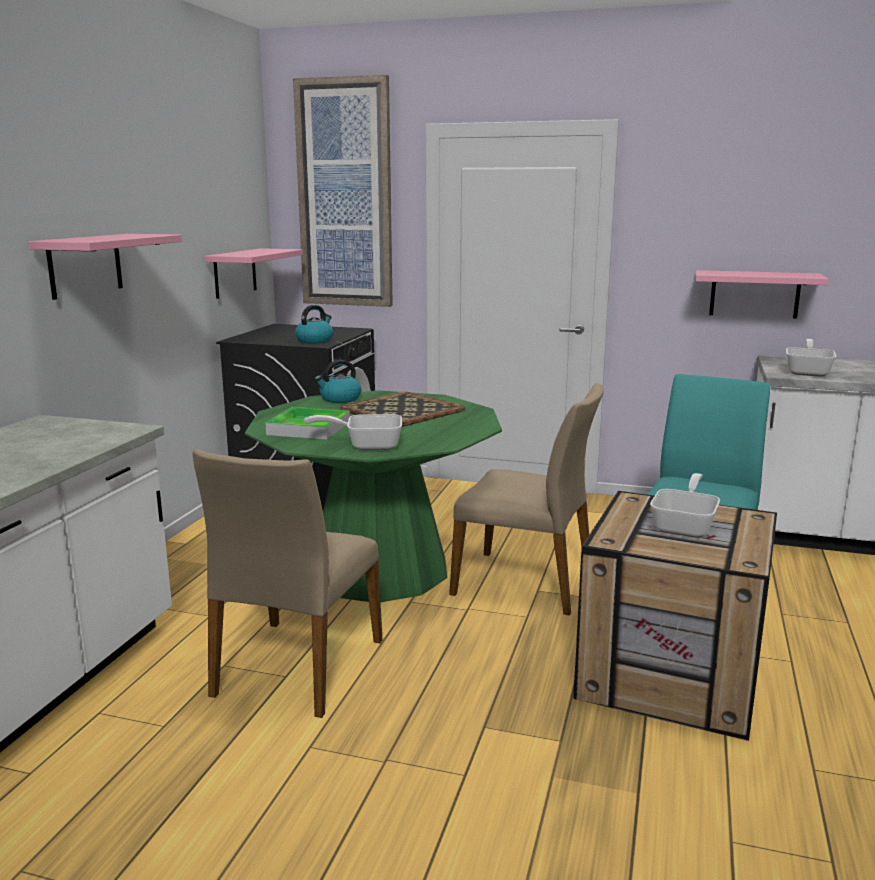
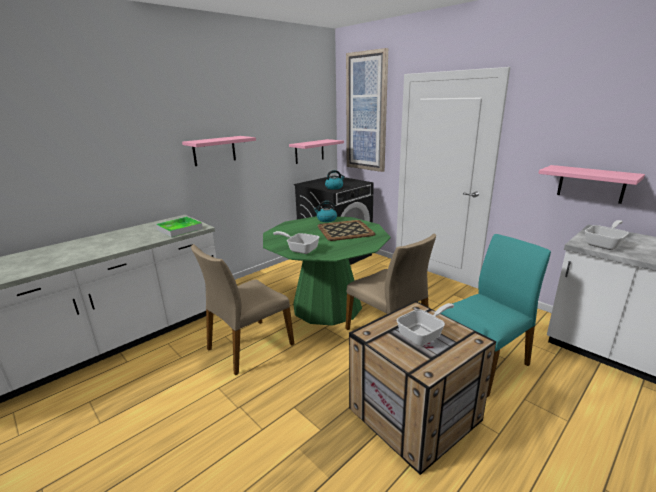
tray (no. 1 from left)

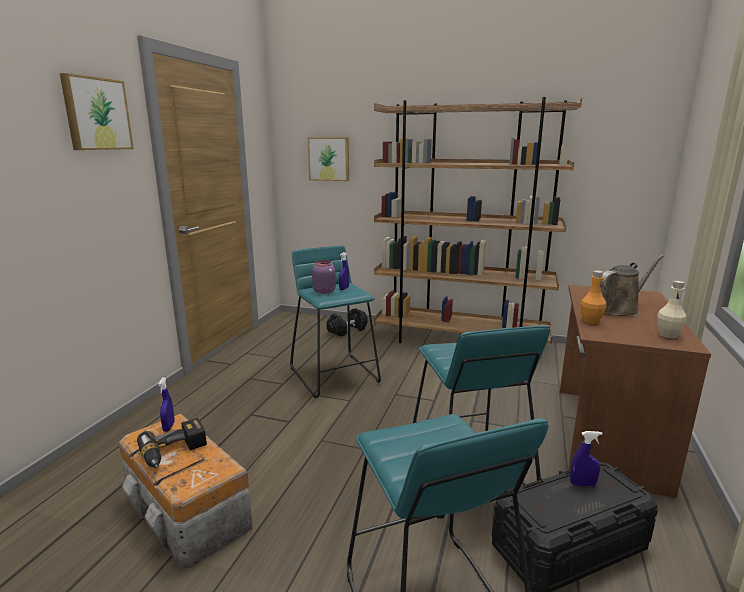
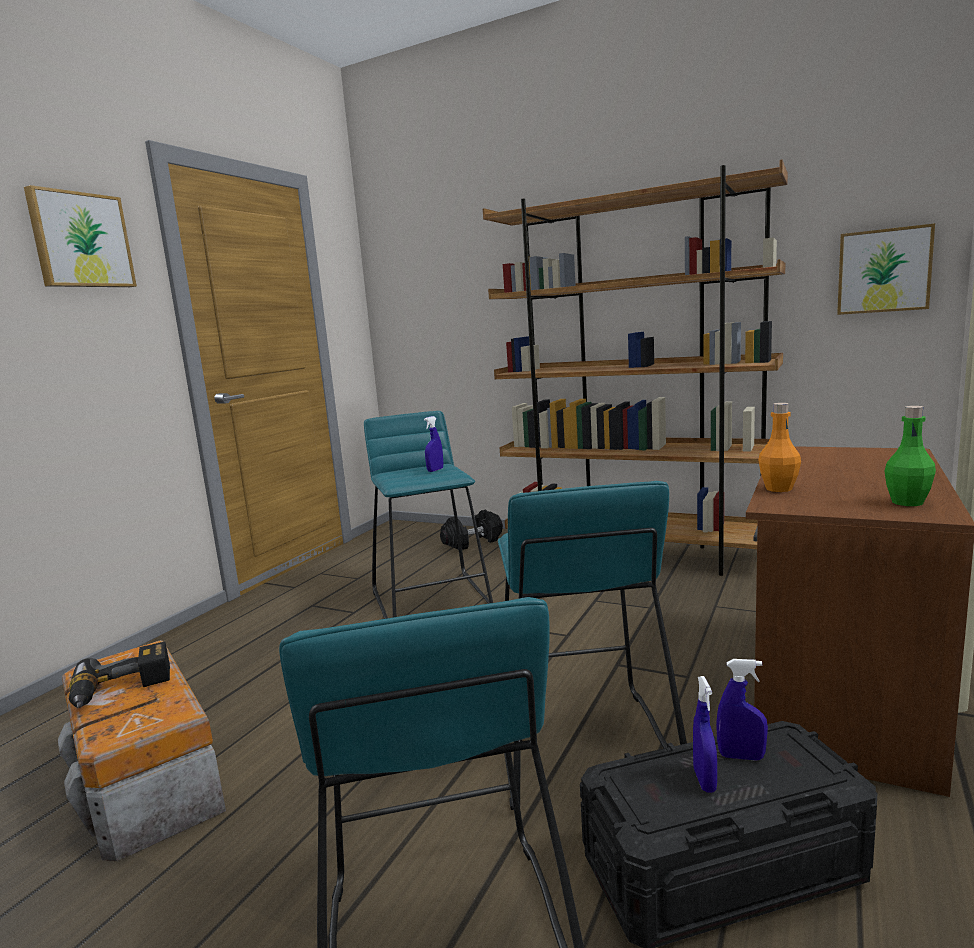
purple jar
brown watering can
blue spray bottle (no. 2 from left)
picture (no. 2 from left)
green bottle

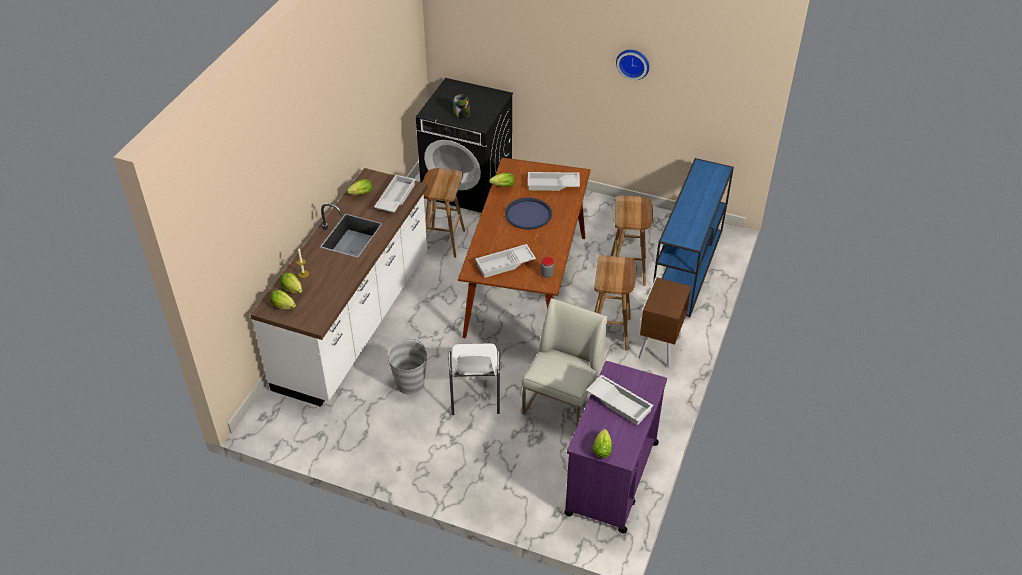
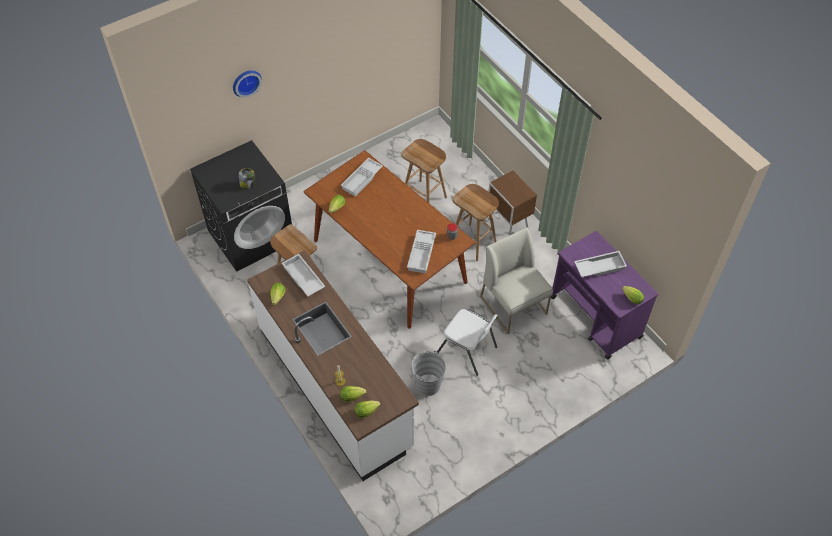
blue tray
blue console table
wall clock

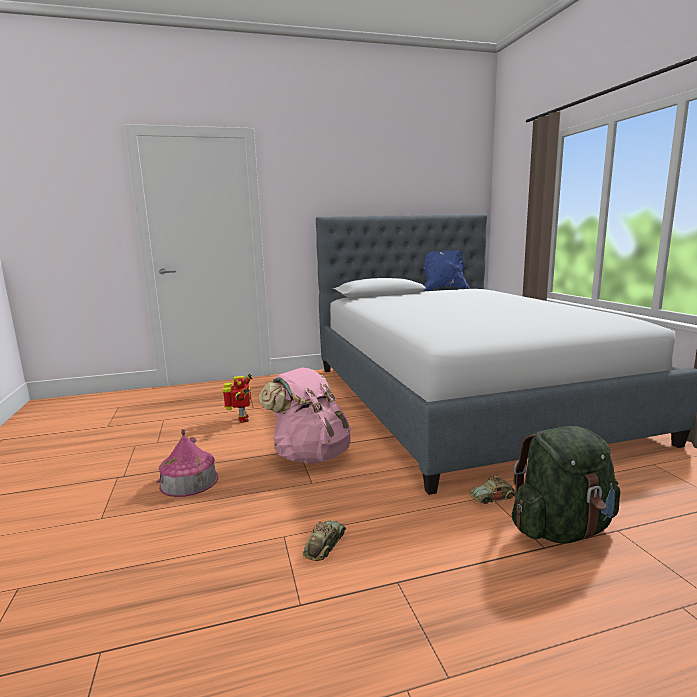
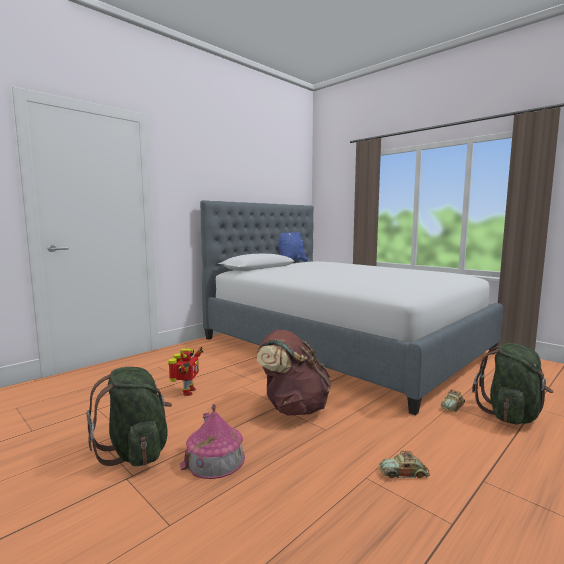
green backpack (no. 1 from left)
brown backpack
toy robot
toy car (no. 1 from left)

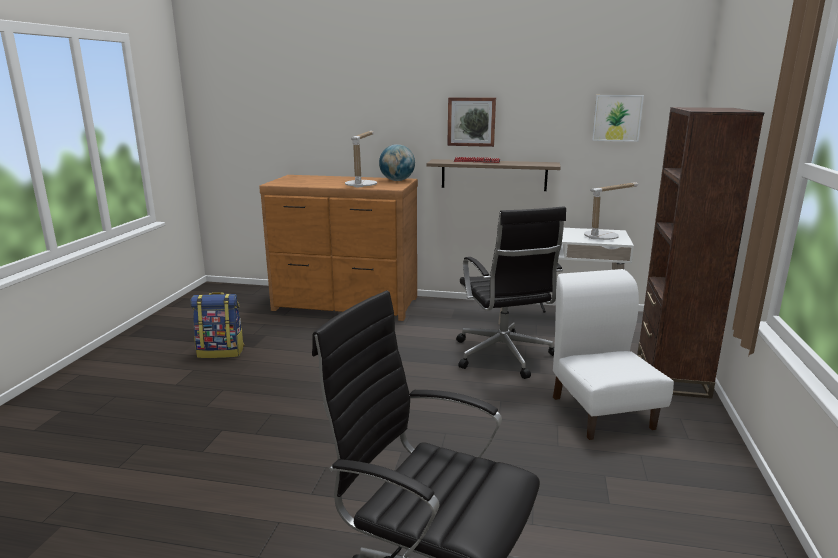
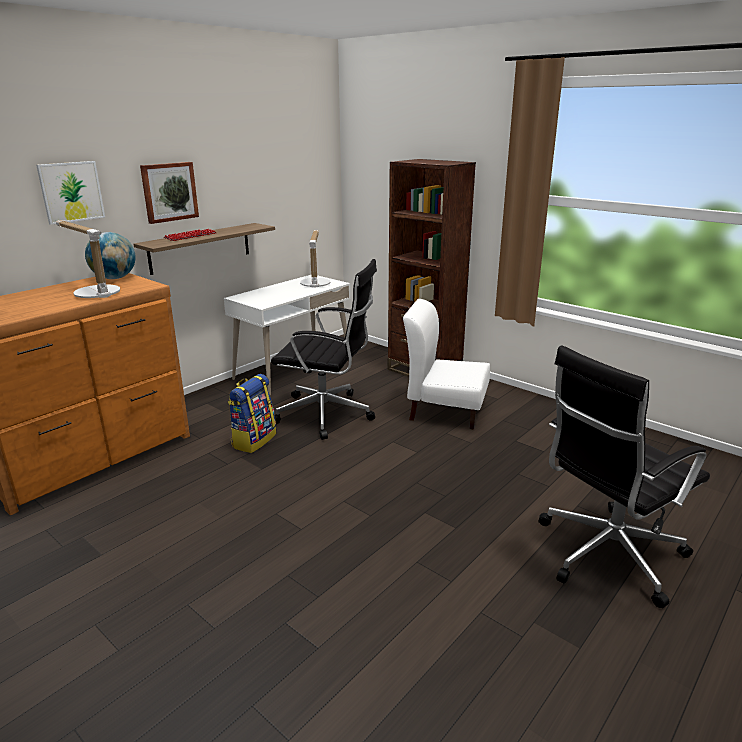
backpack
picture (no. 1 from left)

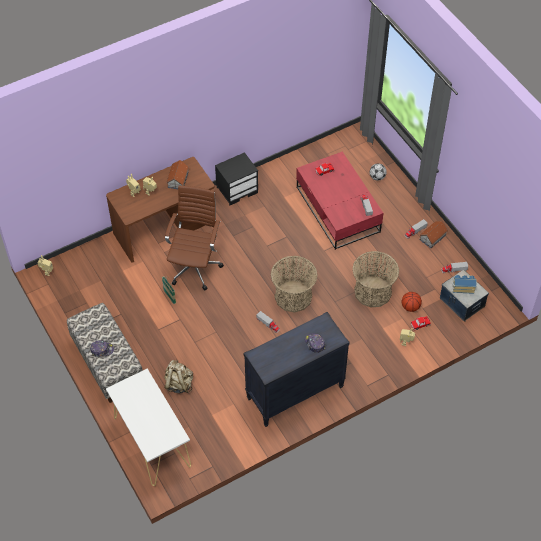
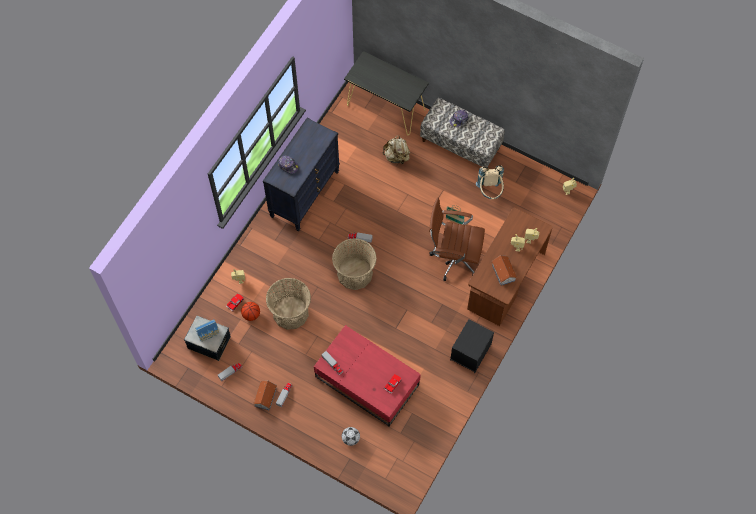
beige backpack (no. 2 from left)
black console table
brown office chair

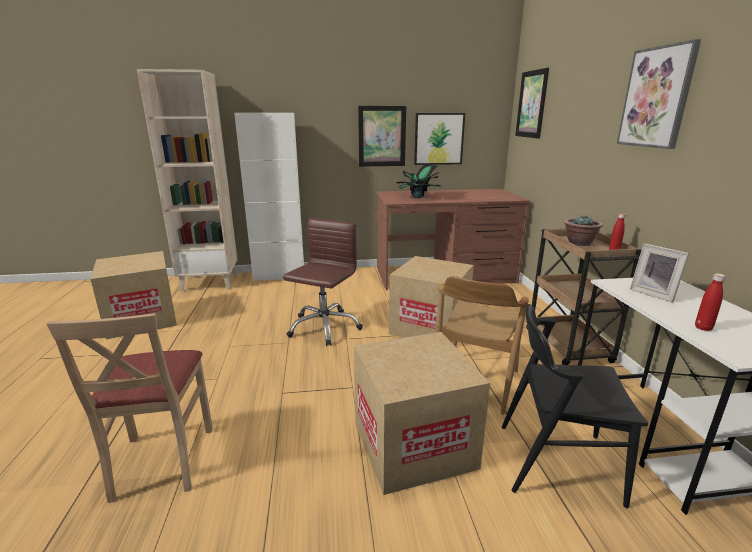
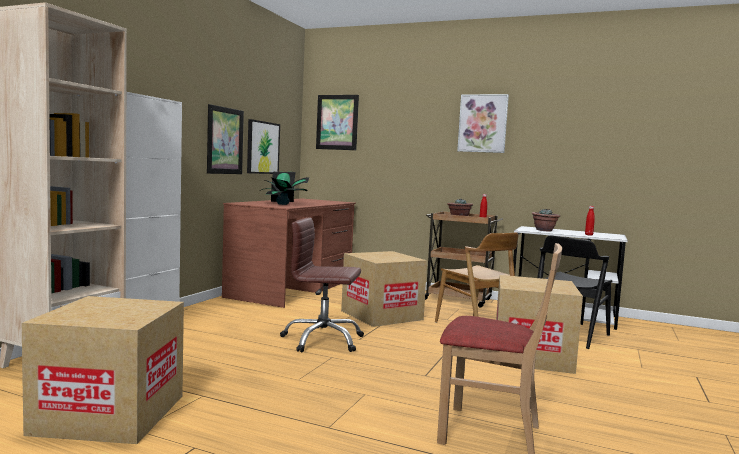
potted plant (no. 3 from left)
brown office chair

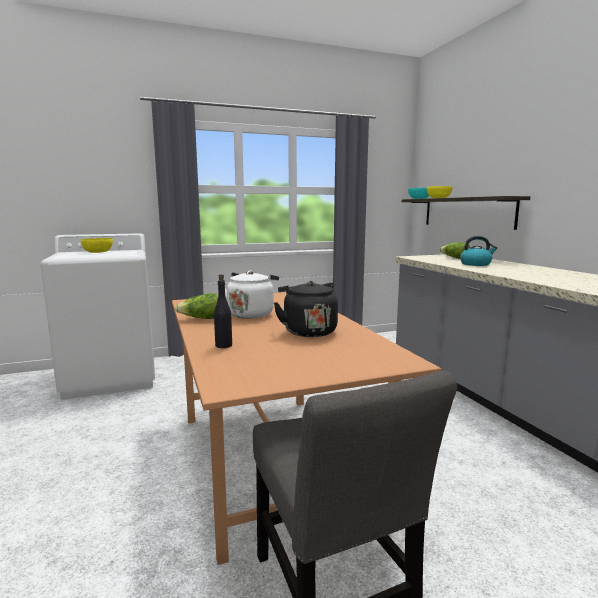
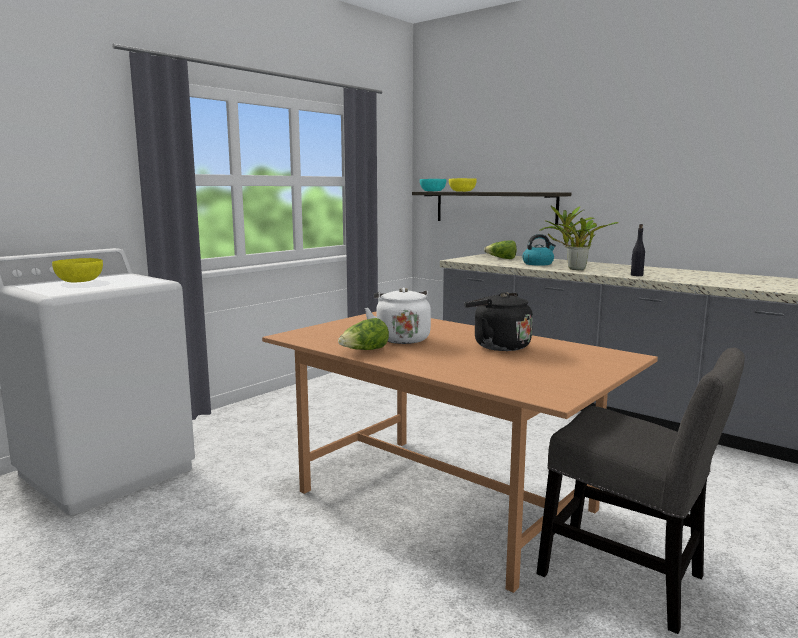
potted plant
black bottle

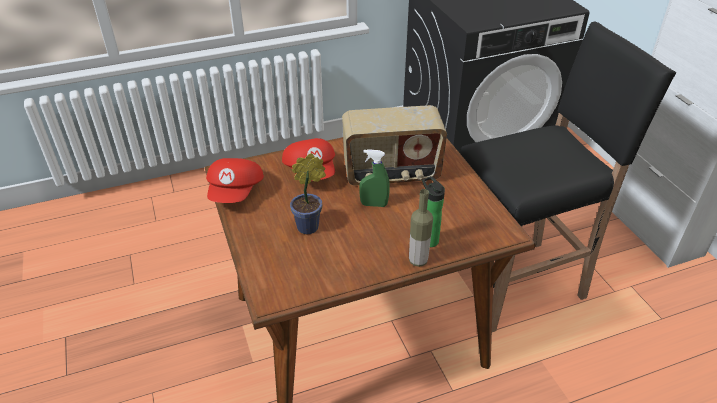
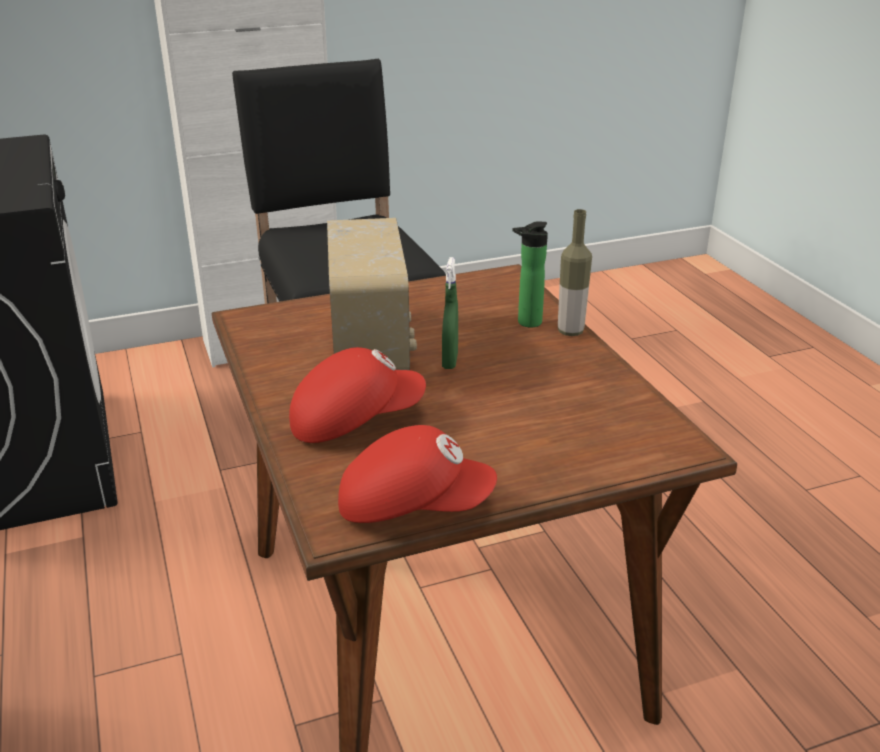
potted plant

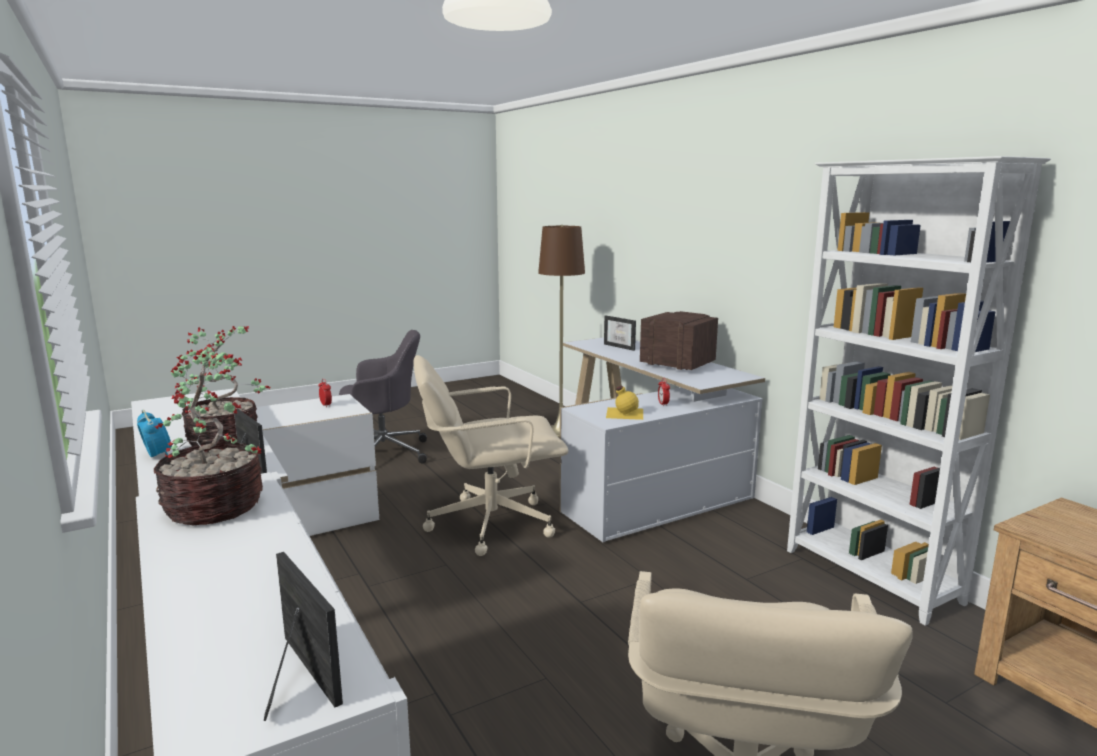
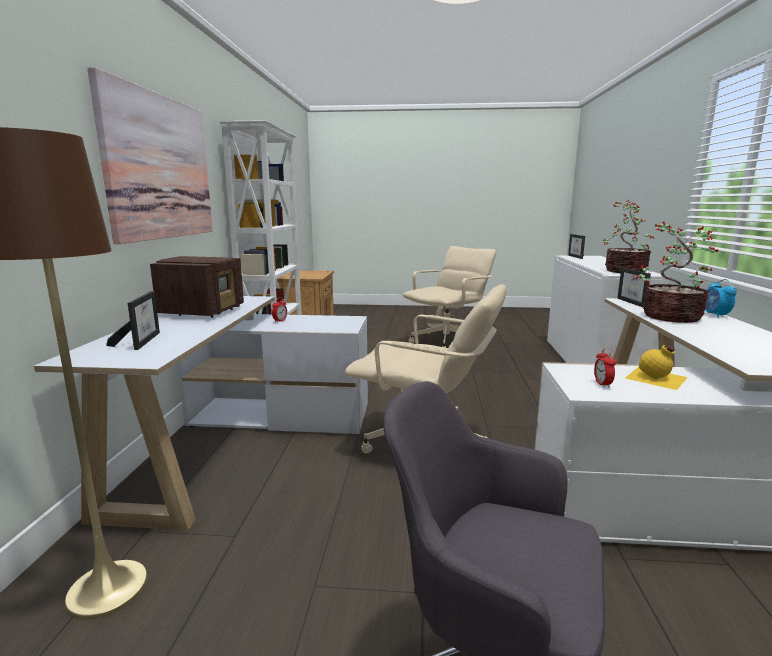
picture
yellow bottle
radio

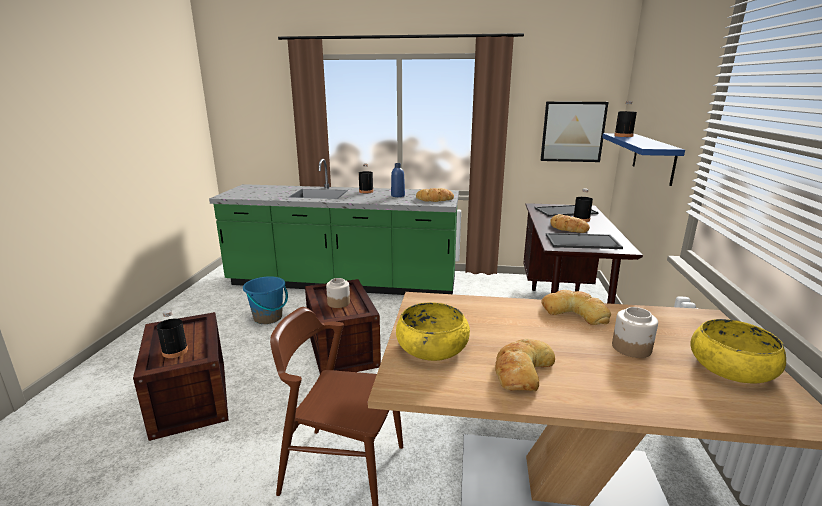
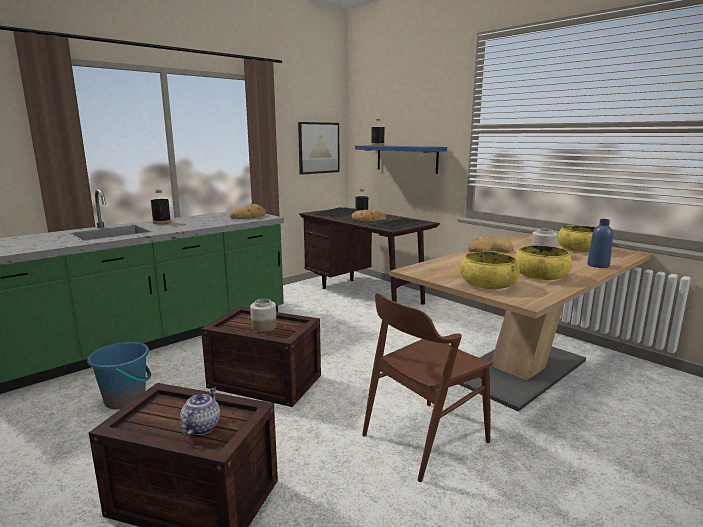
blue bottle
teapot
yellow bowl (no. 2 from left)

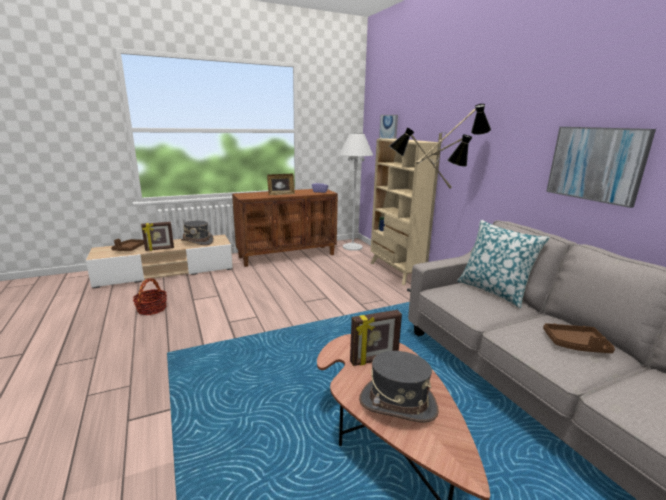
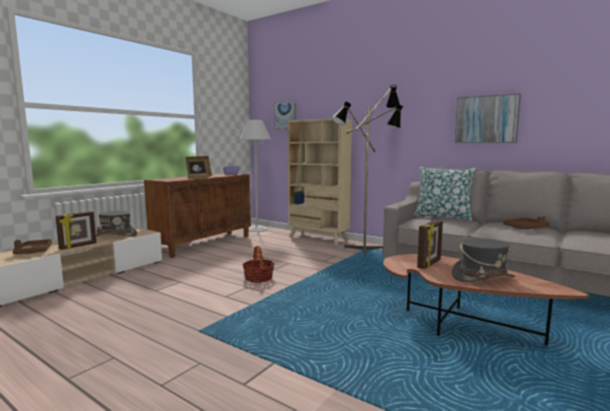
basket

